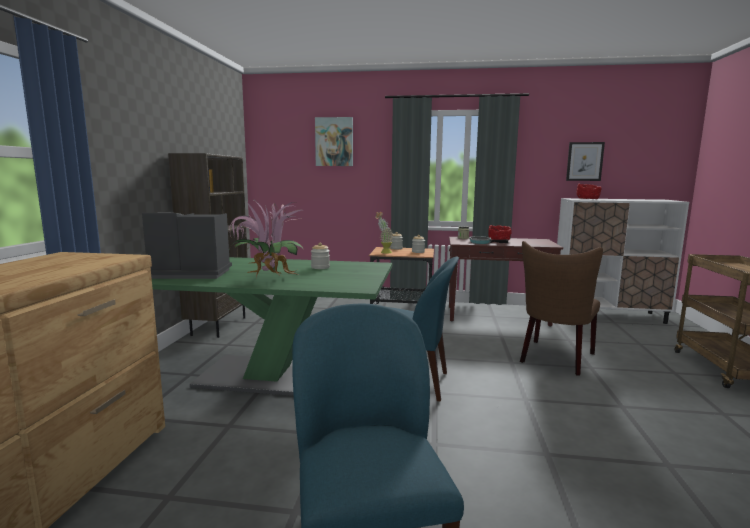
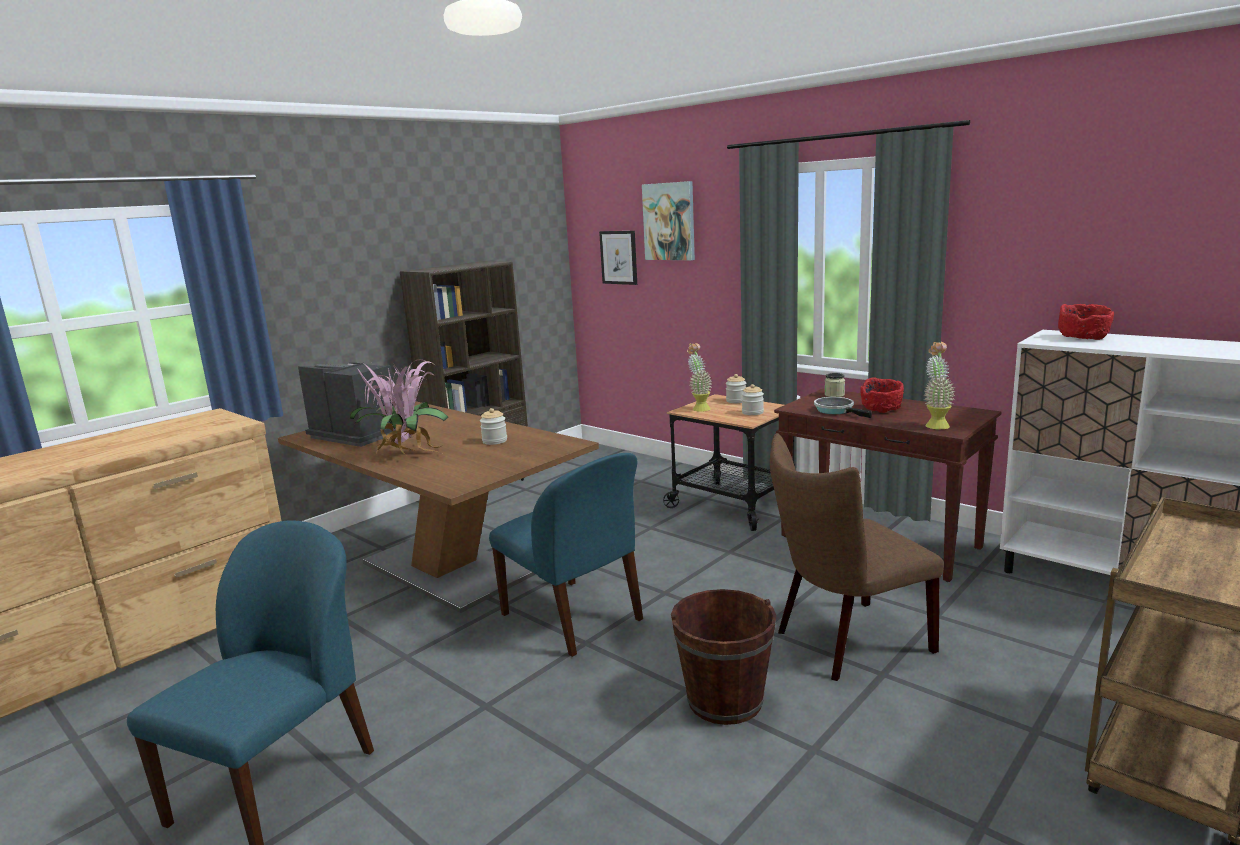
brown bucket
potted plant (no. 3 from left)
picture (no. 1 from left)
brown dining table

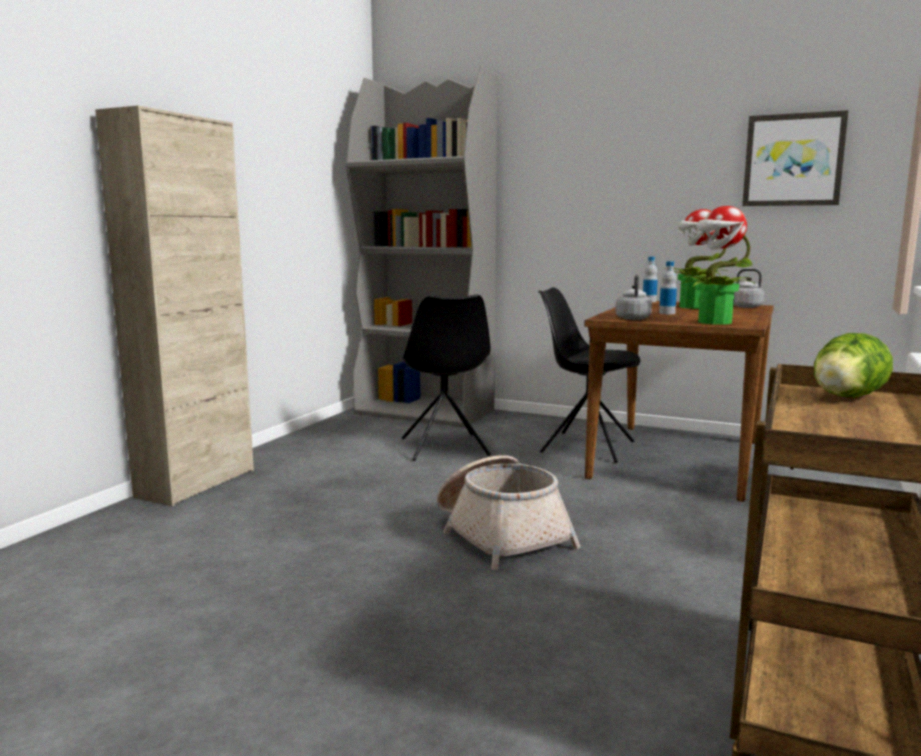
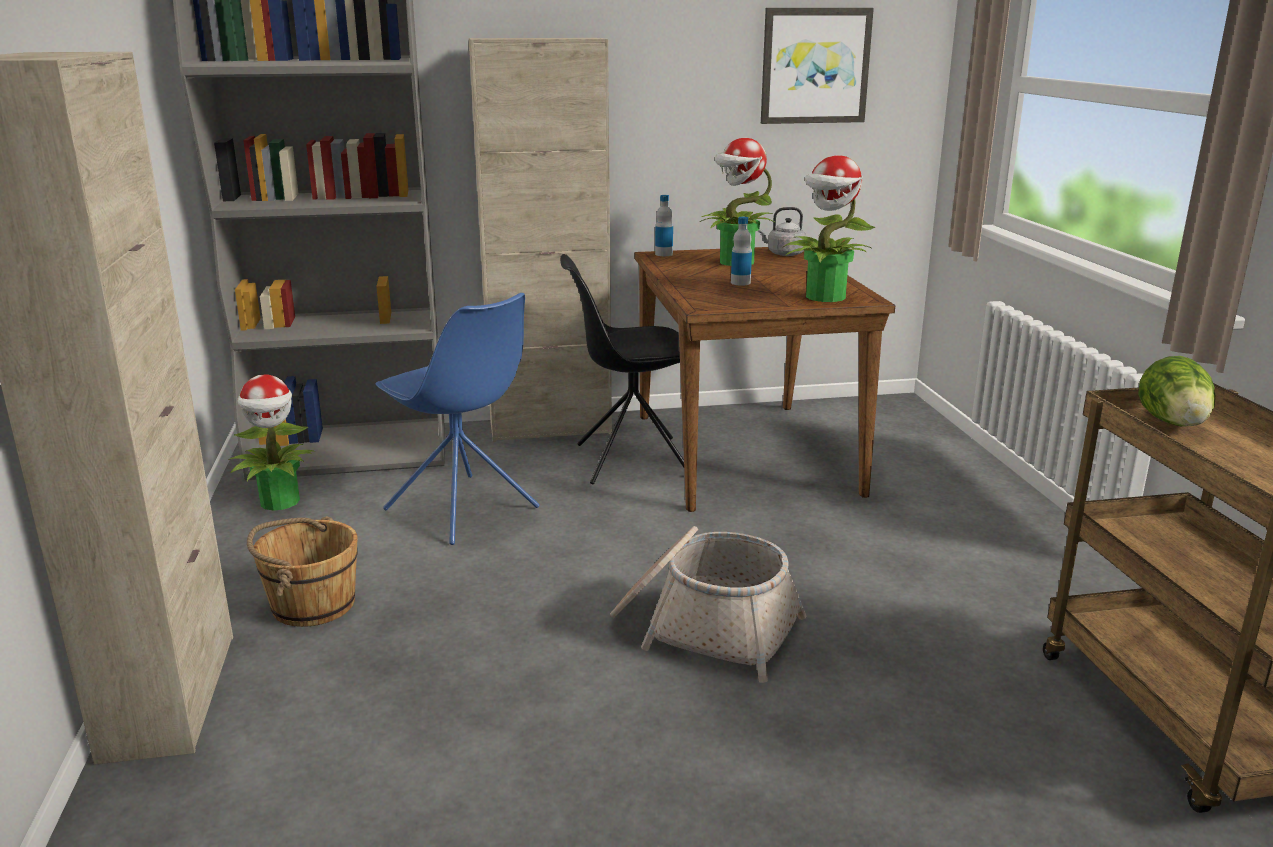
grey kettle (no. 1 from left in the first image)
potted plant (no. 1 from left)
brown bucket
beige cabinet (no. 2 from left)
blue chair

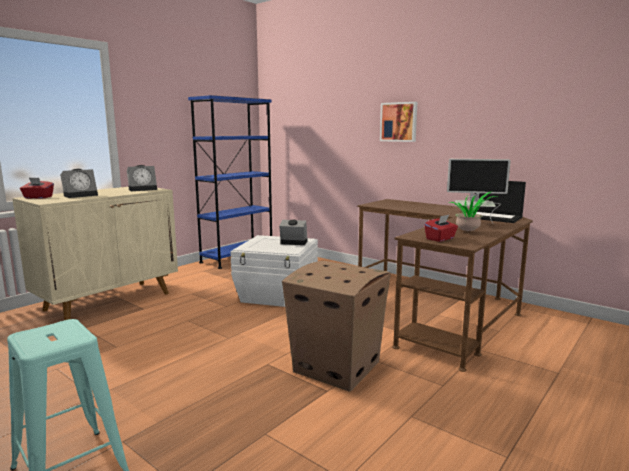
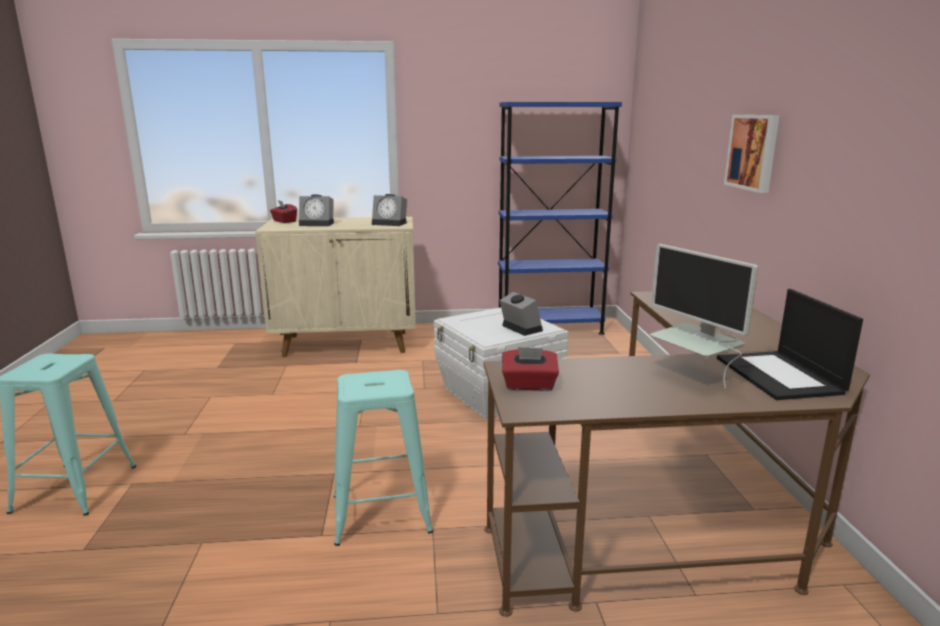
potted plant
turquoise stool (no. 2 from left)

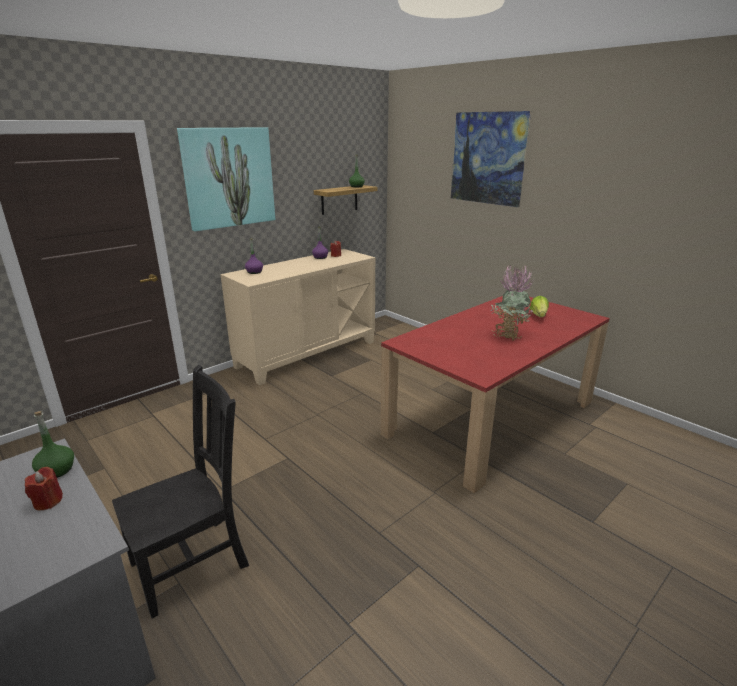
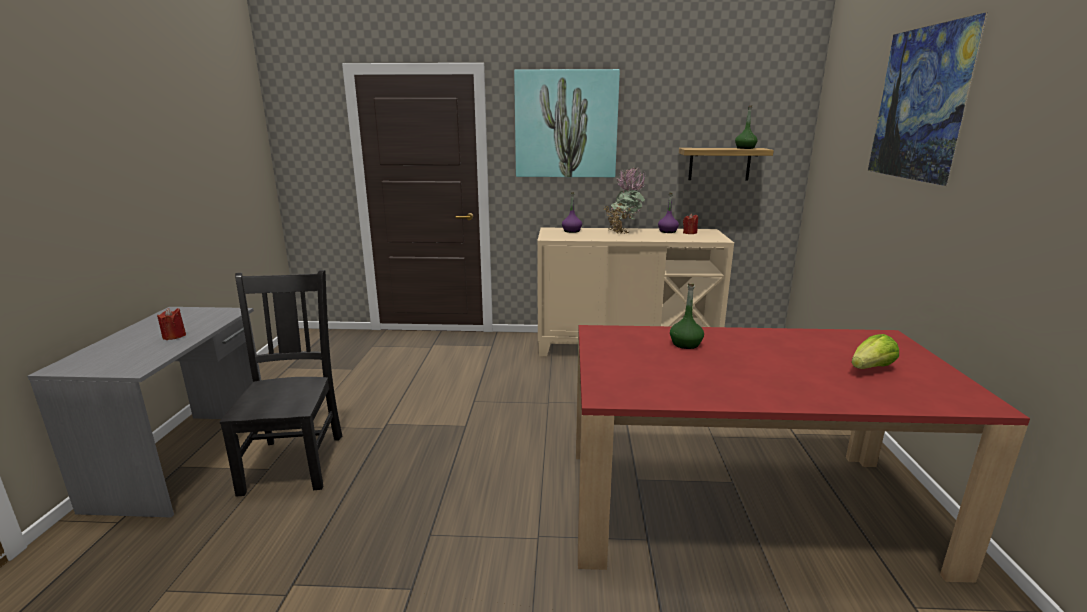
green bottle (no. 1 from left)
potted plant
black chair

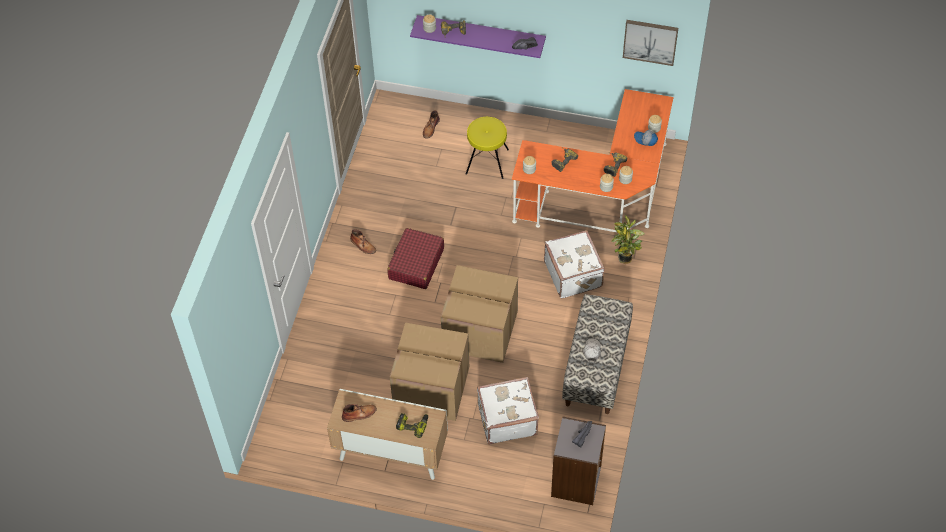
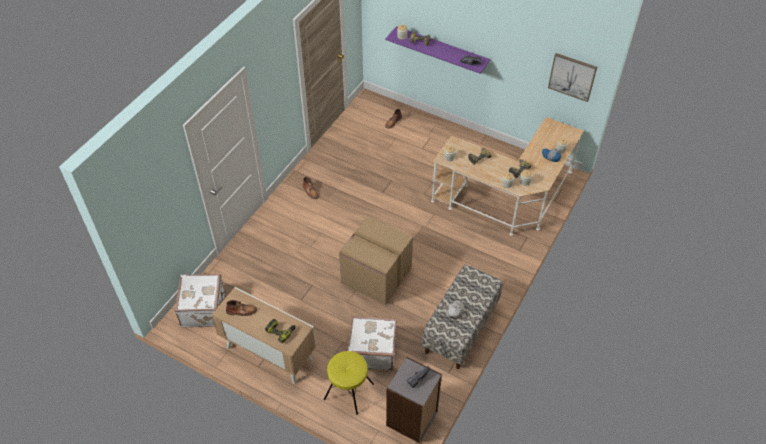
red suitcase
cardboard box (no. 1 from left in the first image)
potted plant
yellow stool
white suitcase (no. 1 from left)
beige desk

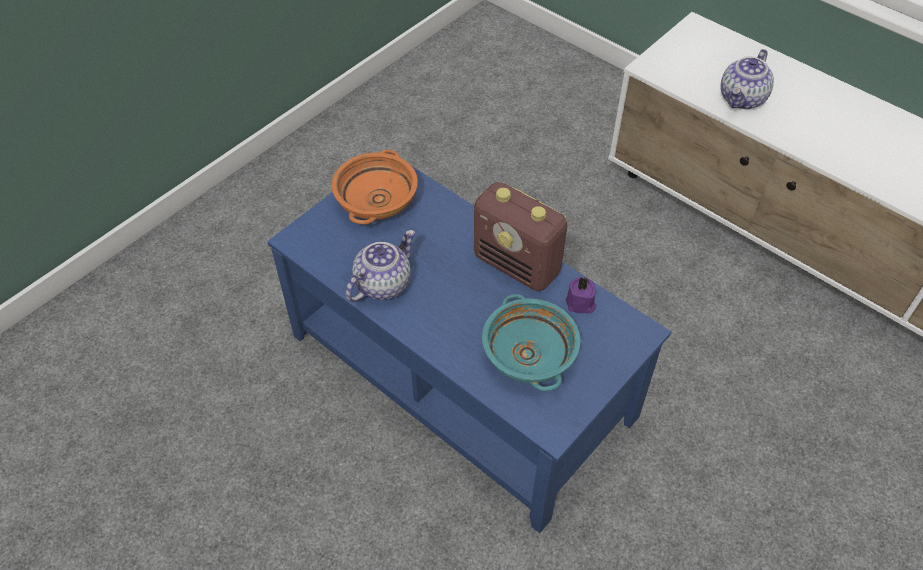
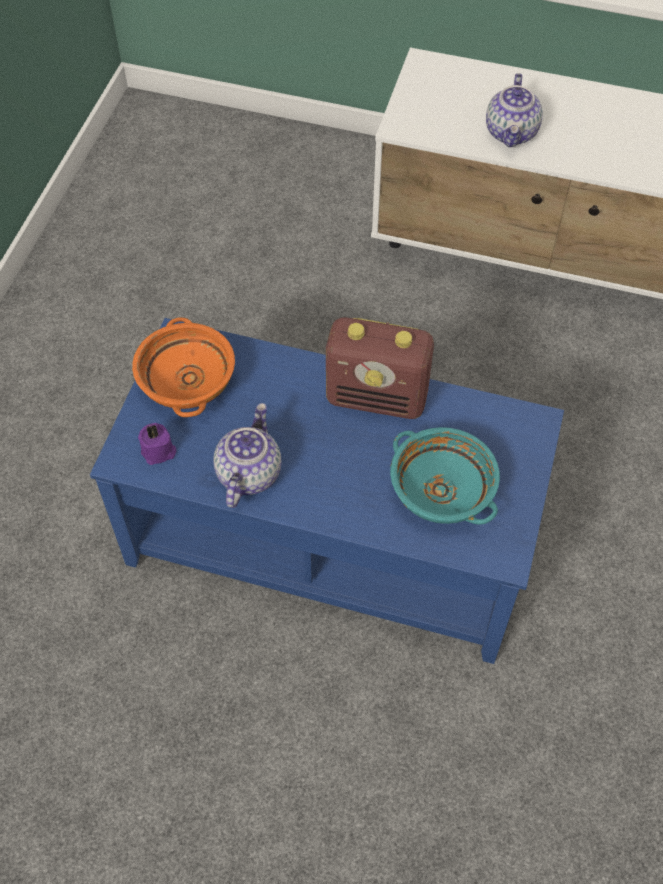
purple candle

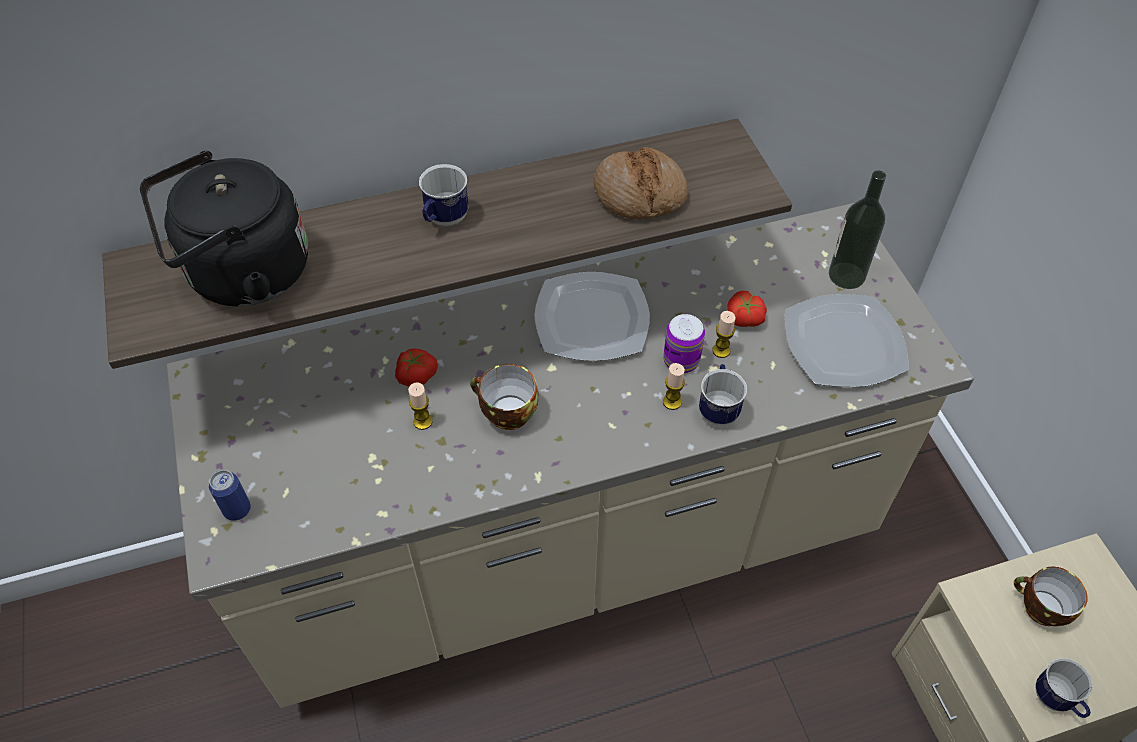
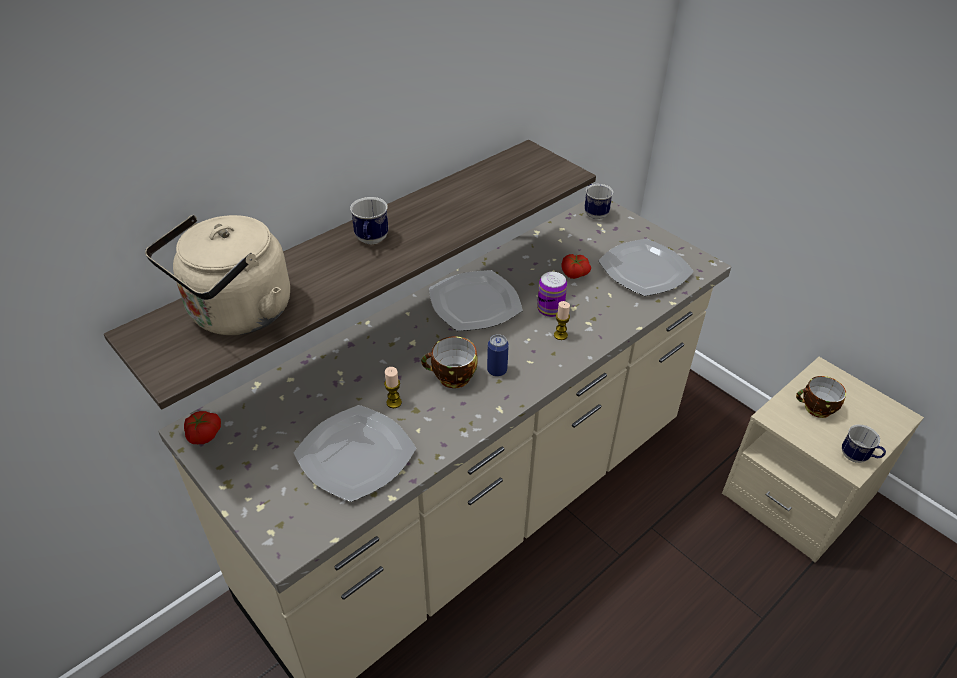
bread
candle (no. 3 from left in the first image)
bottle
plate (no. 1 from left)
can (no. 1 from left)
tomato (no. 1 from left)
mug (no. 2 from left)
beige kettle

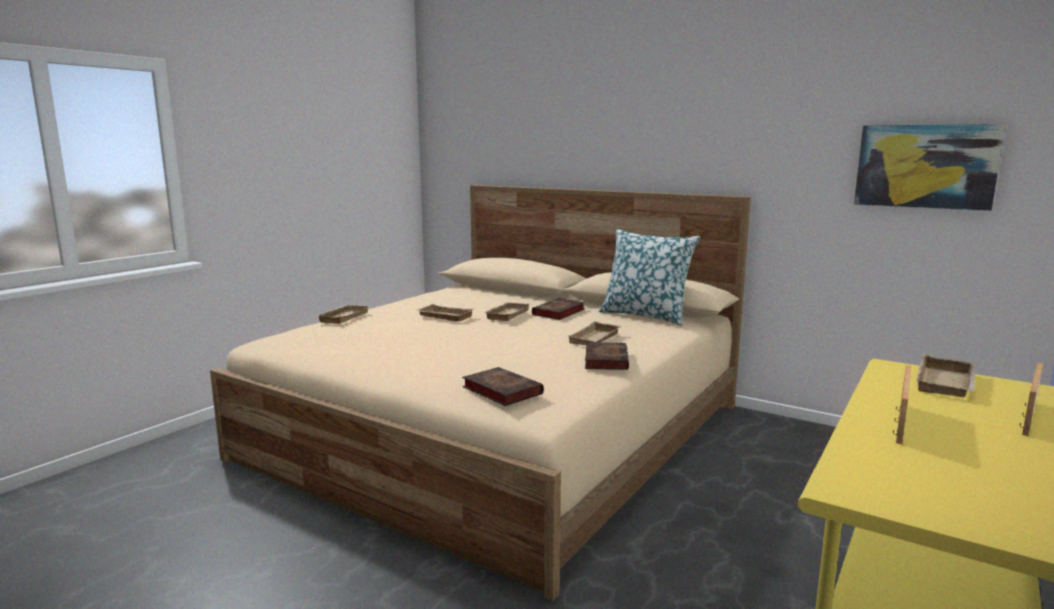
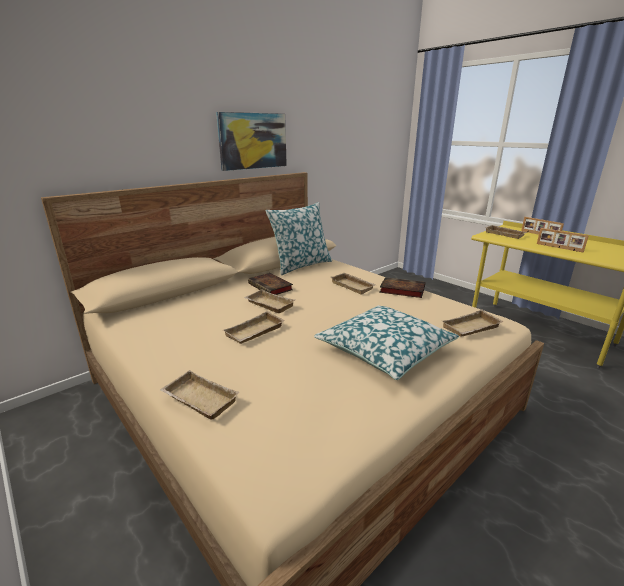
pillow (no. 2 from left)
picture
beige tray (no. 5 from left)

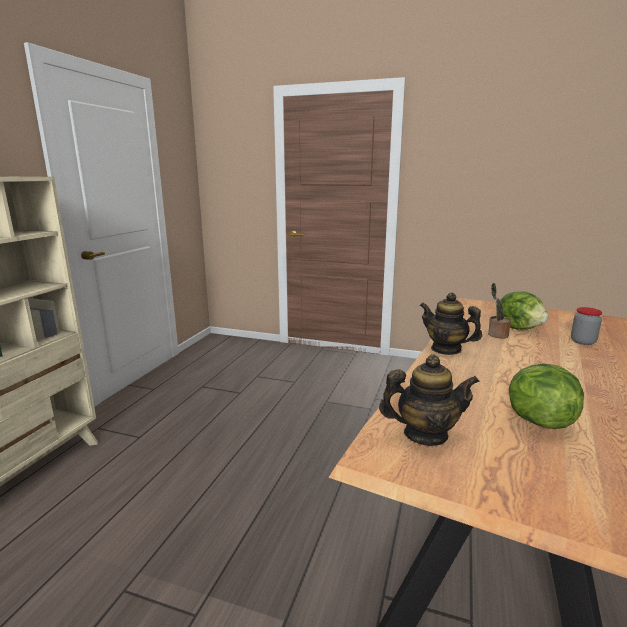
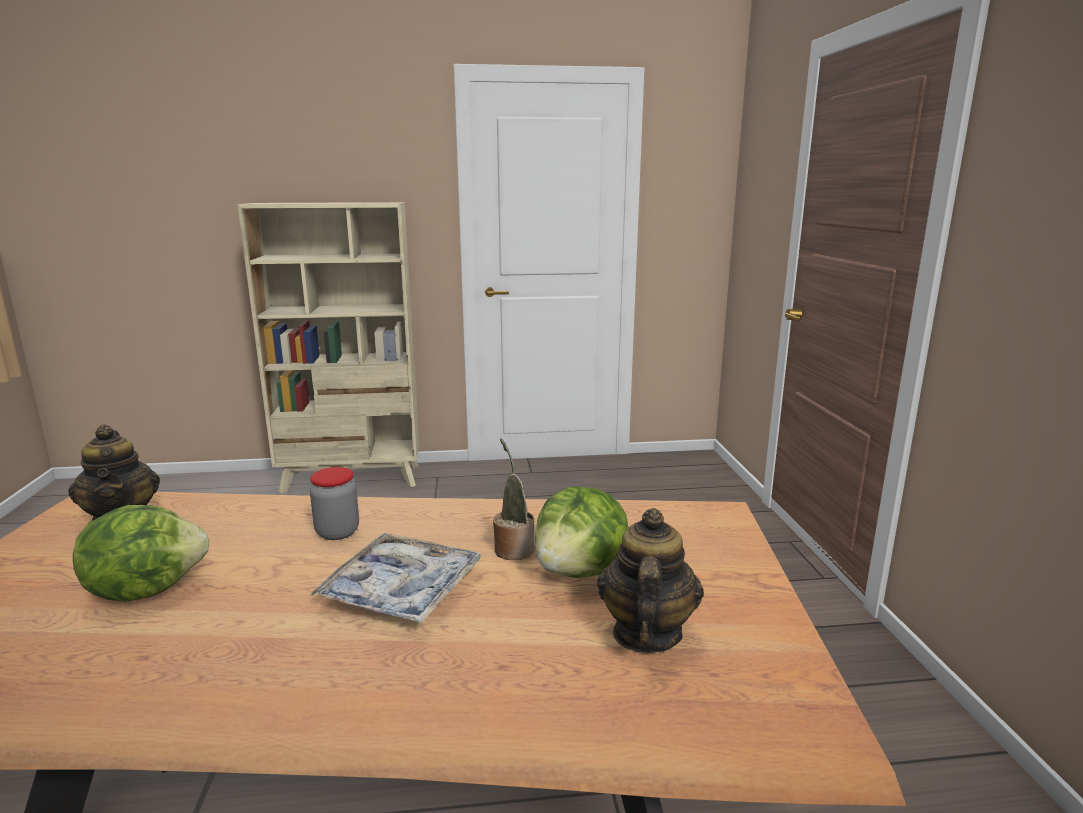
tray
teapot (no. 2 from left)
jar

